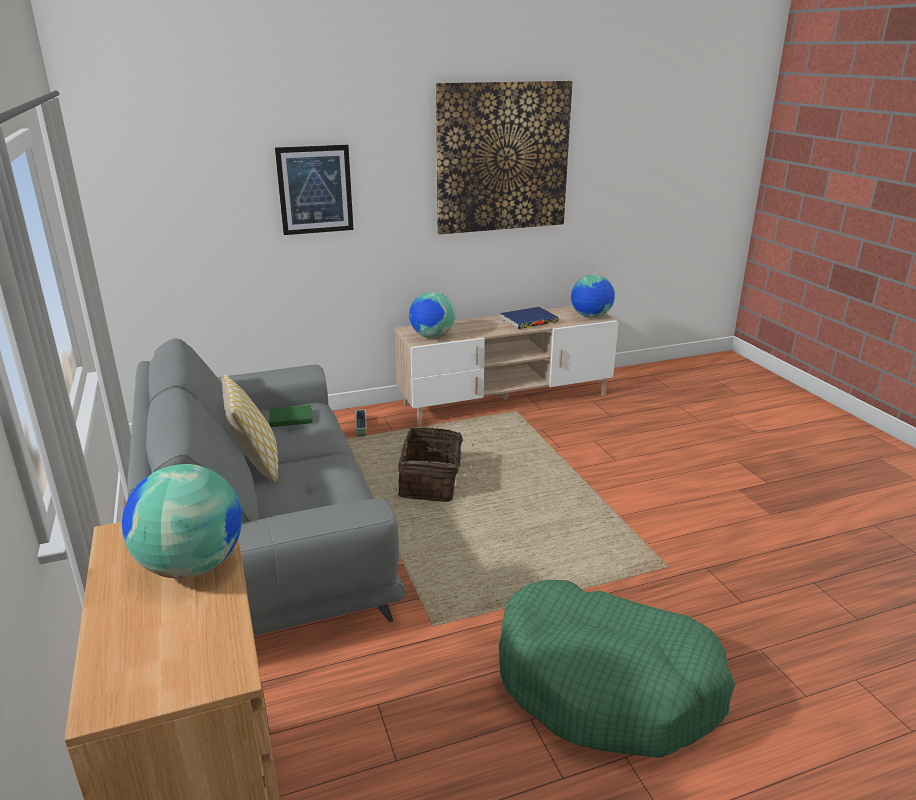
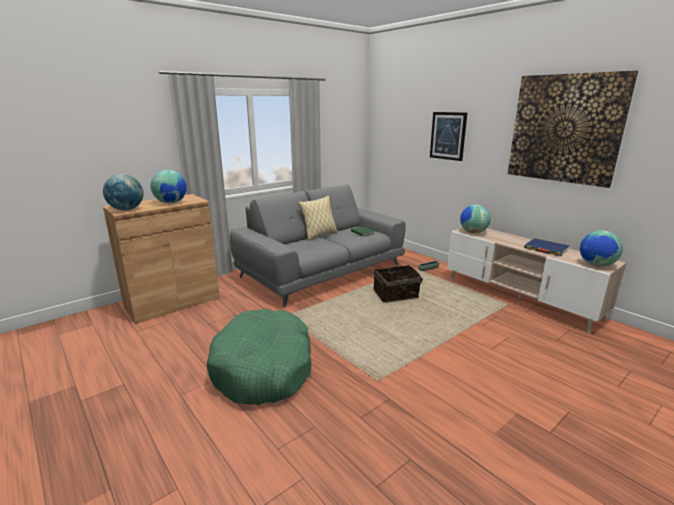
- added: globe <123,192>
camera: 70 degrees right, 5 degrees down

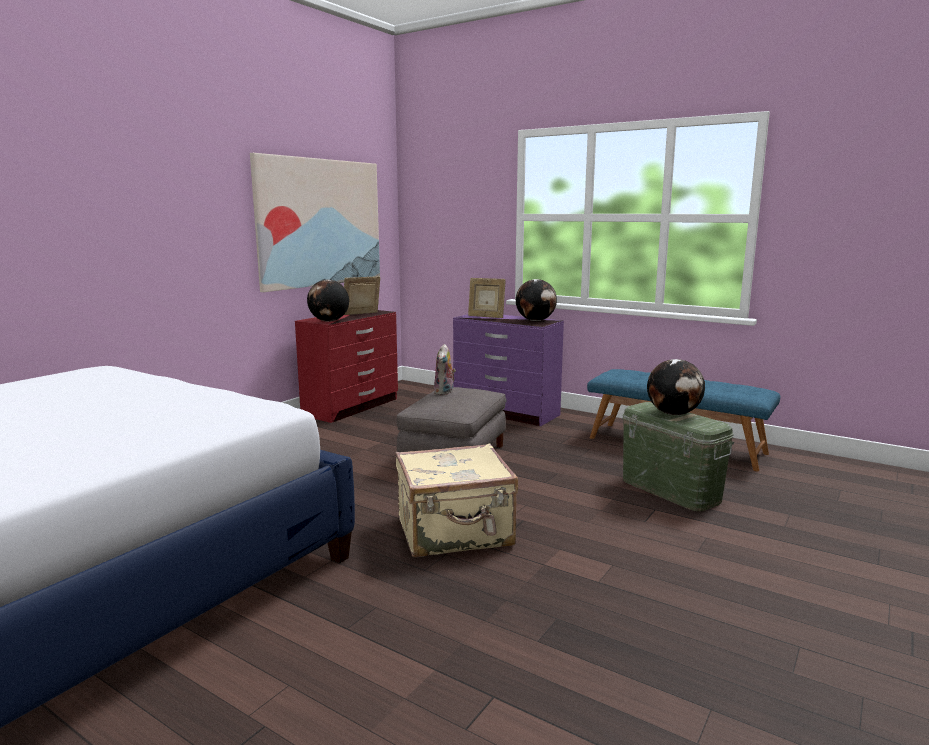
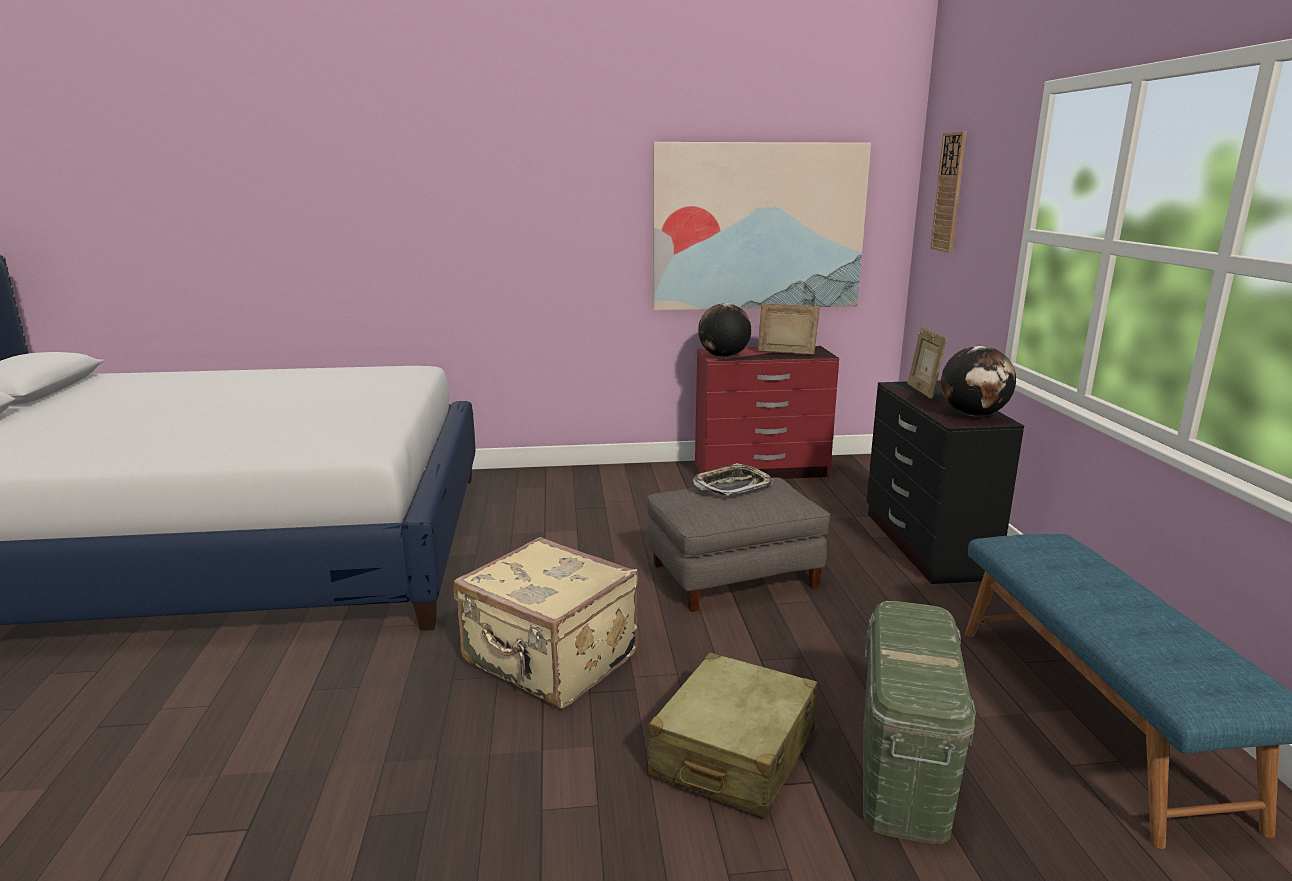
- added: beige suitcase <732,735>
- replaced: plush toy <445,370> to tray <733,479>
- recoloured: purple dresser <508,370> to black dresser <945,482>
- added: wall clock <948,192>
- removed: globe <676,387>
camera: 50 degrees right, 5 degrees up

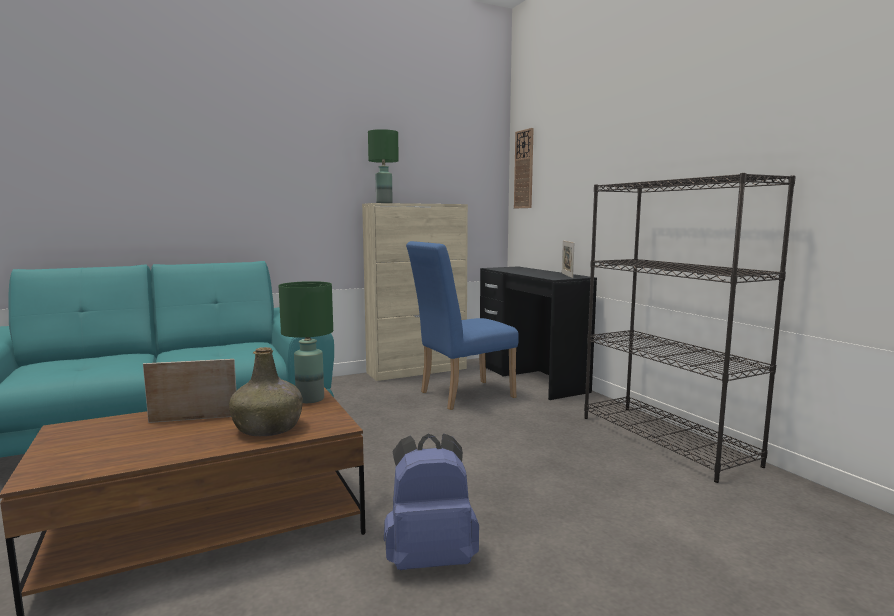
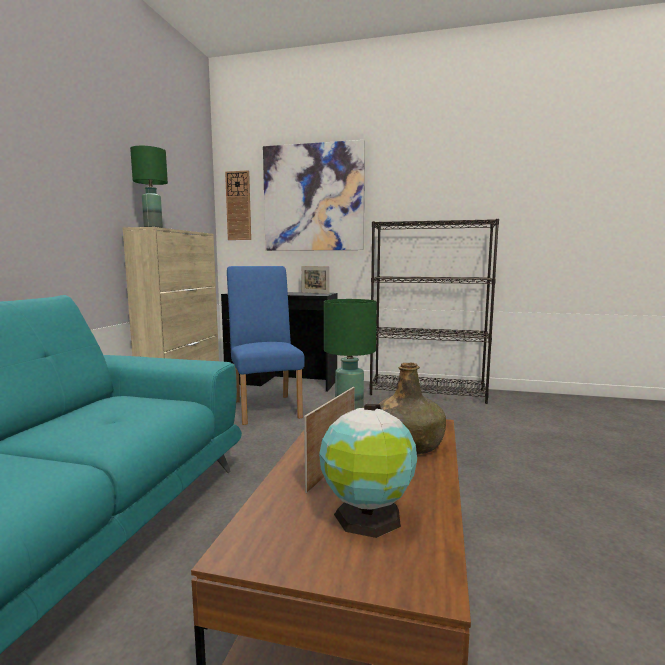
- turned: blue chair <462,325> = <266,345> 150 degrees clockwise
- added: picture <314,195>
- added: globe <368,471>
- removed: blue backpack <431,501>
camera: 50 degrees left, 0 degrees up

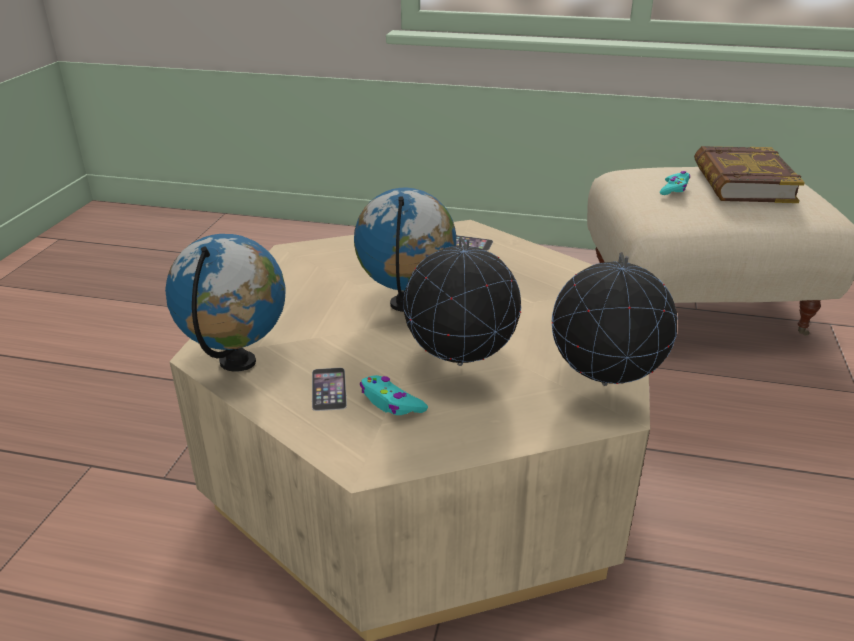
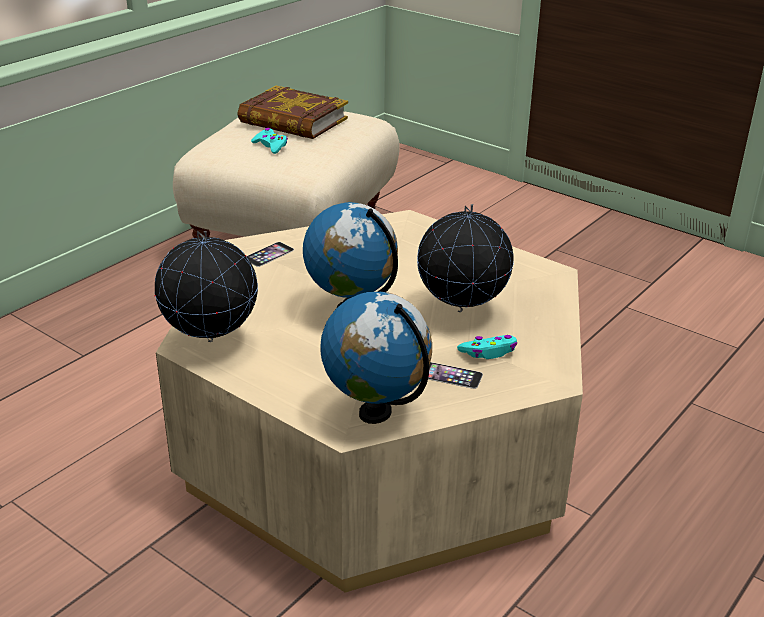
- moved: globe <615,319> to <206,286>
camera: 65 degrees left, 0 degrees up

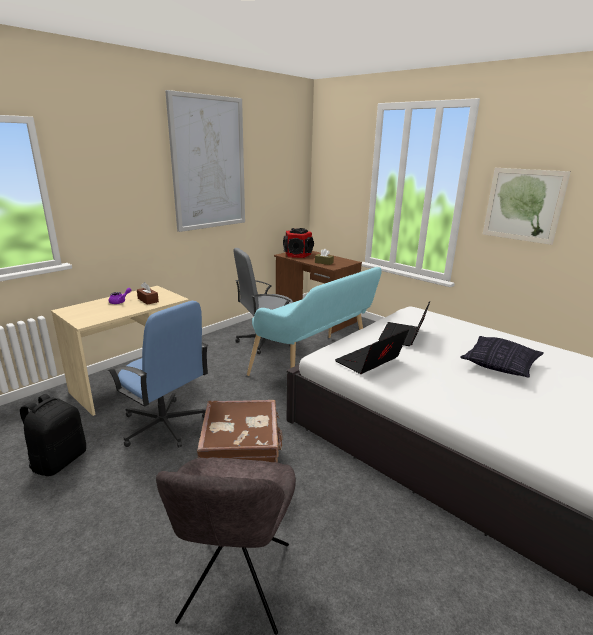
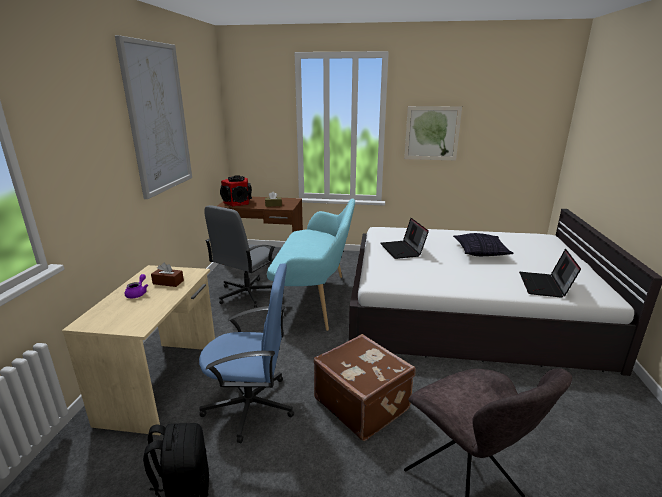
- moved: laptop <372,351> to <550,273>
camera: 35 degrees left, 0 degrees up

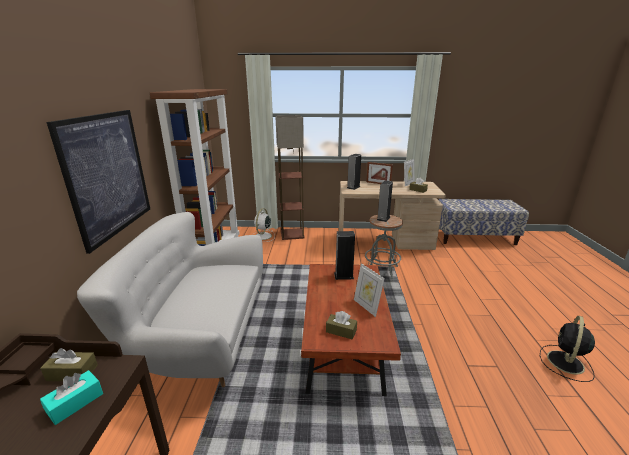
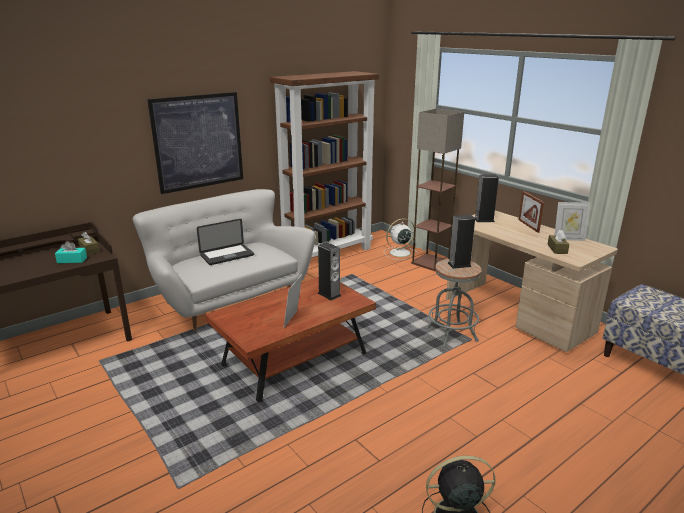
- added: laptop <225,242>
- removed: brown tissue box <341,325>
camera: 50 degrees right, 0 degrees up

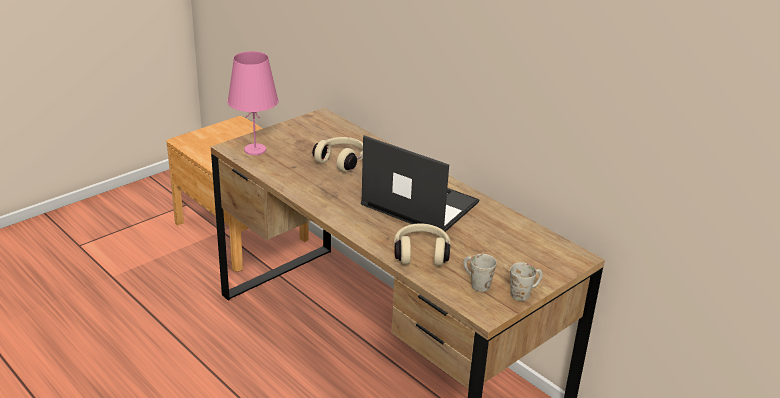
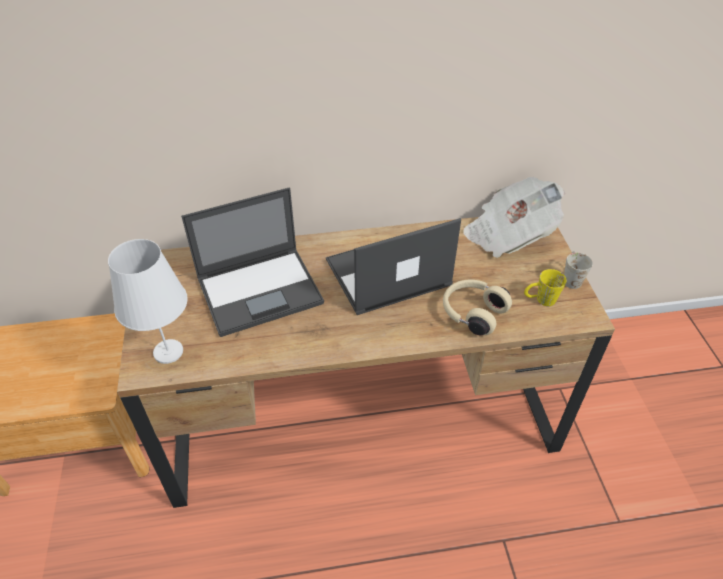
- recoloured: pink table lamp <253,103> to white table lamp <148,301>
- replaced: beige headphones <337,154> to laptop <252,262>
- added: newspaper <514,217>
- recoloured: white mug <480,273> to yellow mug <545,287>
camera: 55 degrees left, 15 degrees up

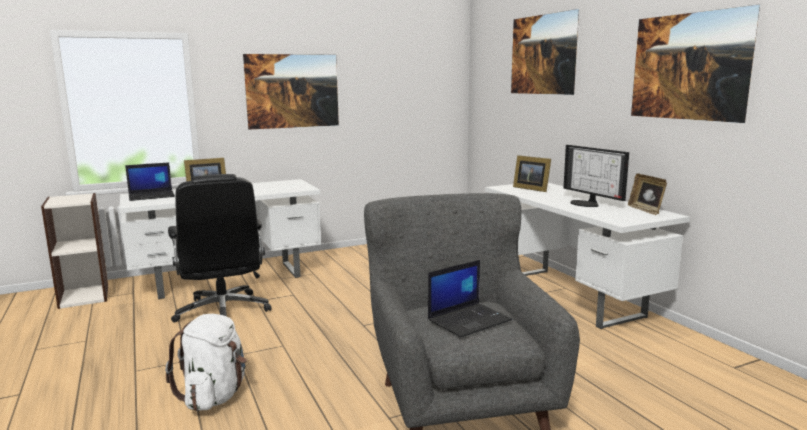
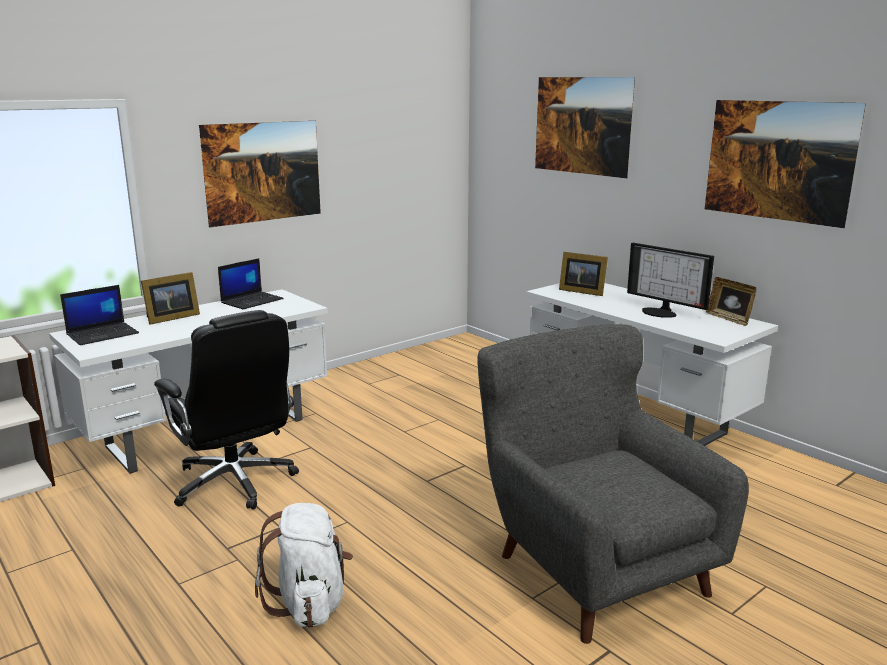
- moved: laptop <470,299> to <251,283>
camera: 15 degrees left, 5 degrees up

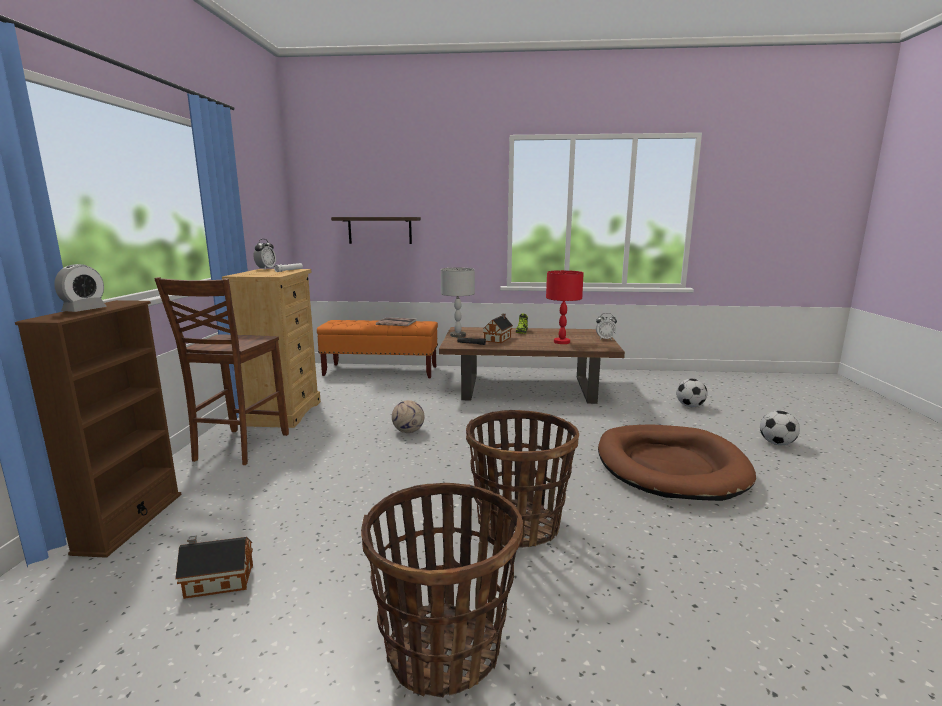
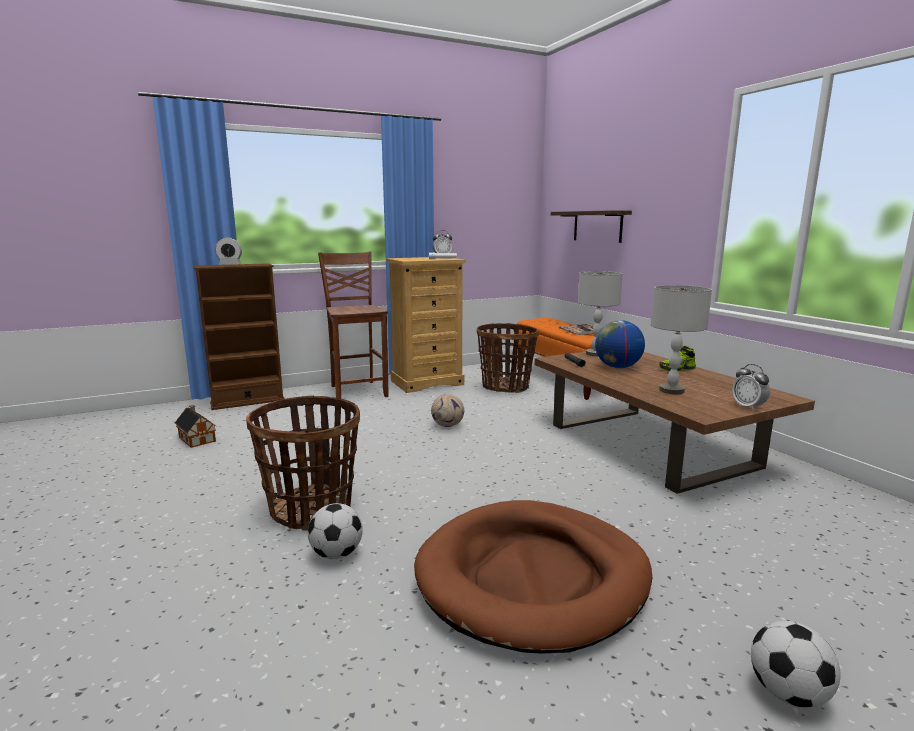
- moved: football <691,393> to <335,531>
- turned: brown chair <221,371> = <353,324> 90 degrees clockwise
- moved: basket <442,590> to <507,358>
- replaced: toy house <497,328> to globe <620,344>
- recoloured: red table lamp <565,307> to grey table lamp <681,339>
camera: 60 degrees right, 0 degrees up

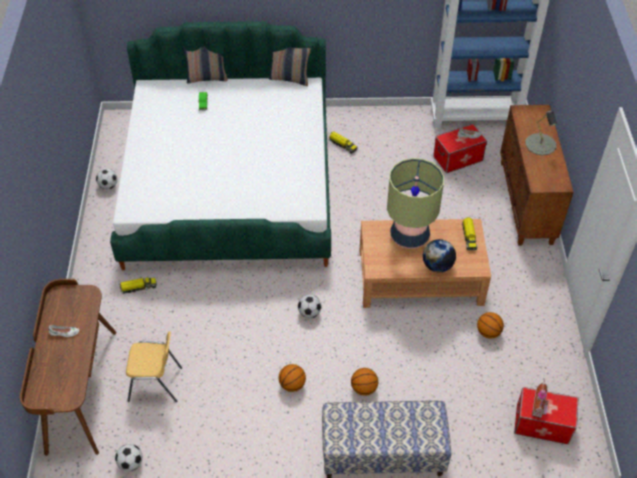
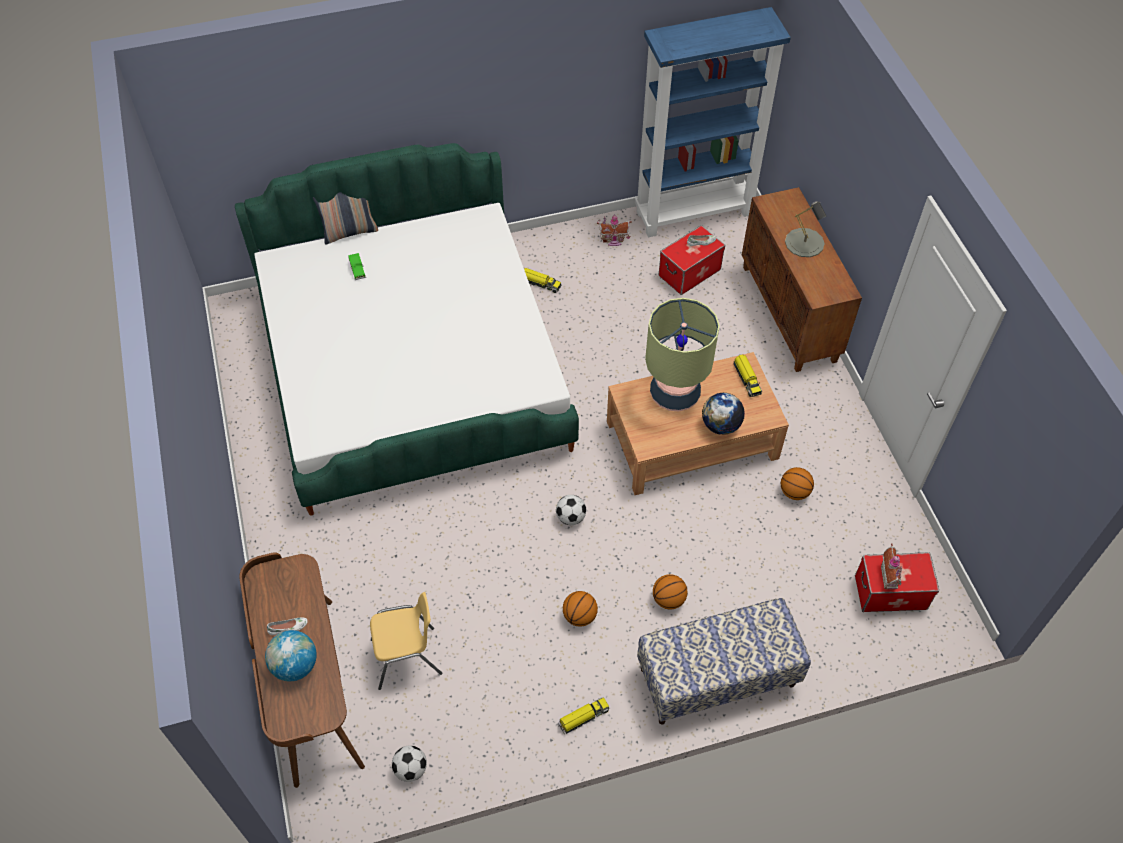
- added: globe <291,655>
- moved: toy truck <138,285> to <583,715>
- added: toy house <614,230>
- removed: football <106,179>
- removed: pillow <290,66>
camera: 15 degrees left, 5 degrees up

